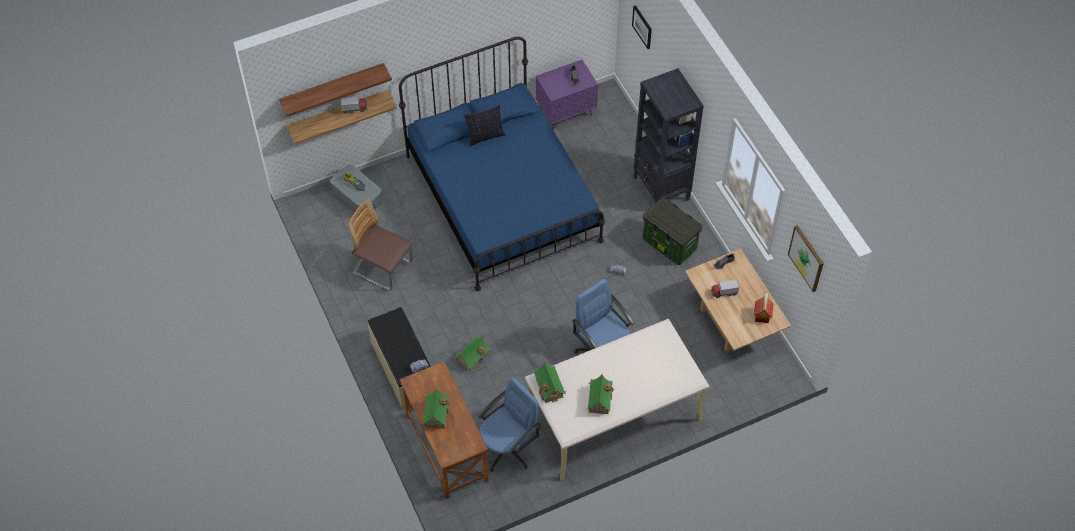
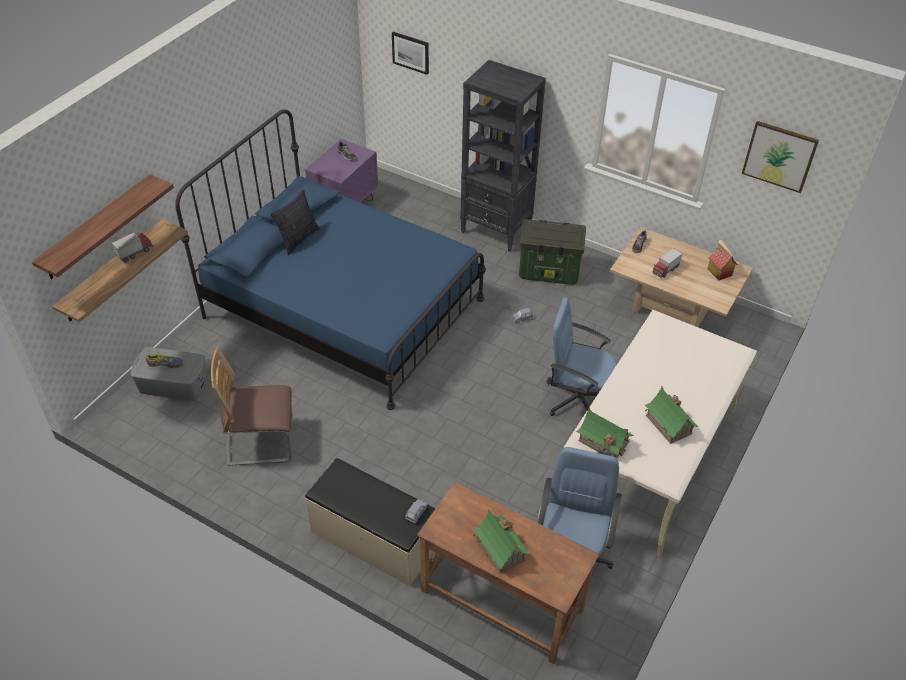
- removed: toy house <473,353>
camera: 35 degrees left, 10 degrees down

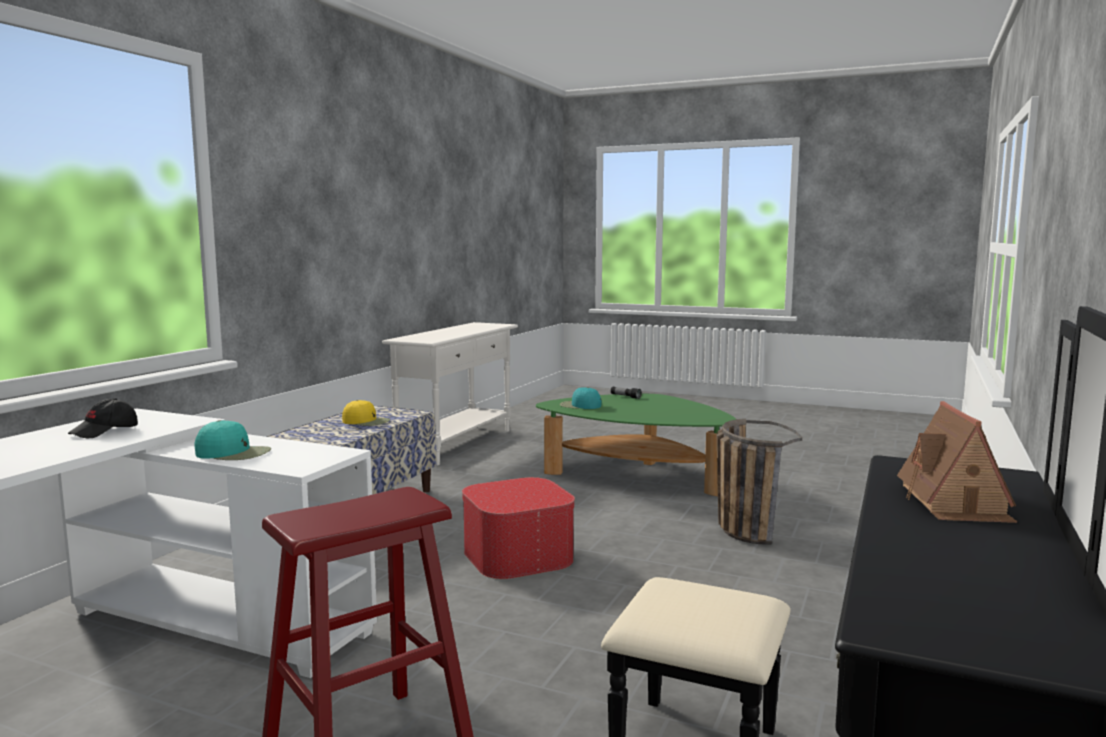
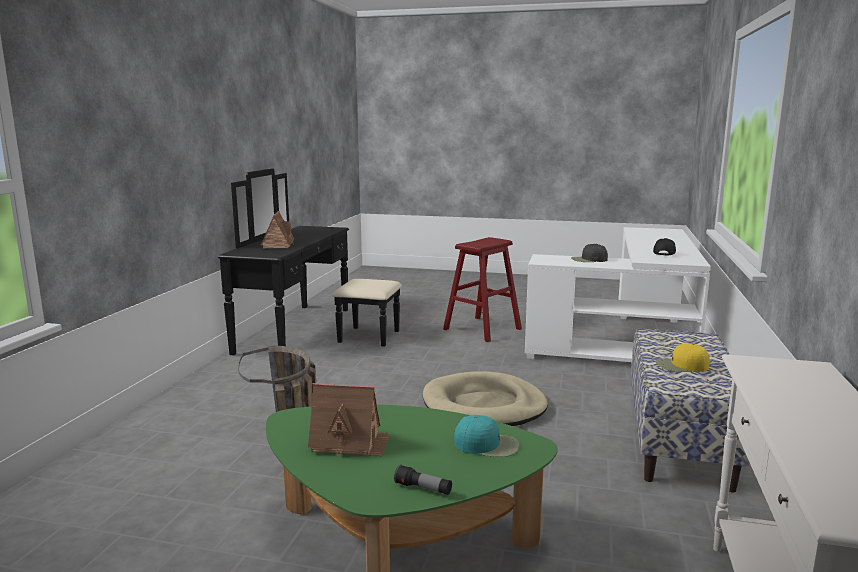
- added: toy house <349,420>
- replaced: ottoman <518,528> to beige dog bed <485,398>
- recoloured: turquoise cap <232,440> to black cap <589,253>
camera: 170 degrees right, 5 degrees up

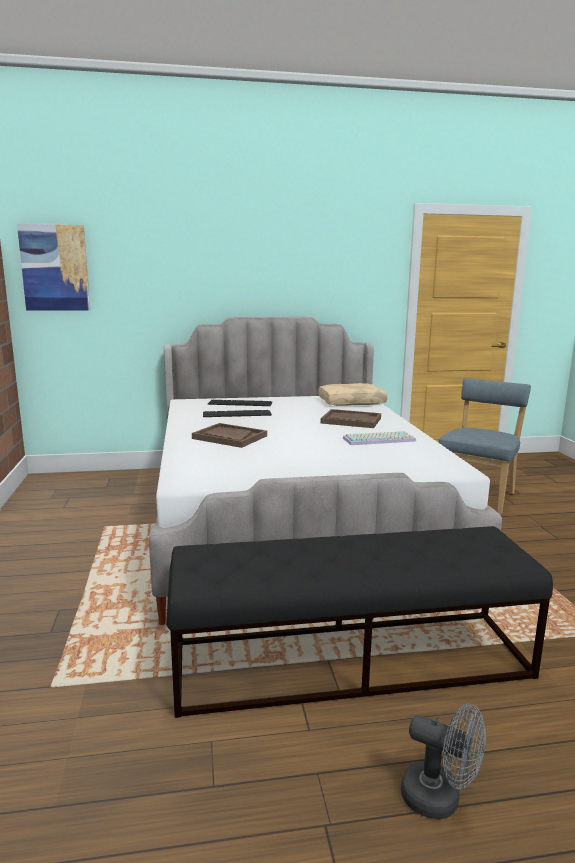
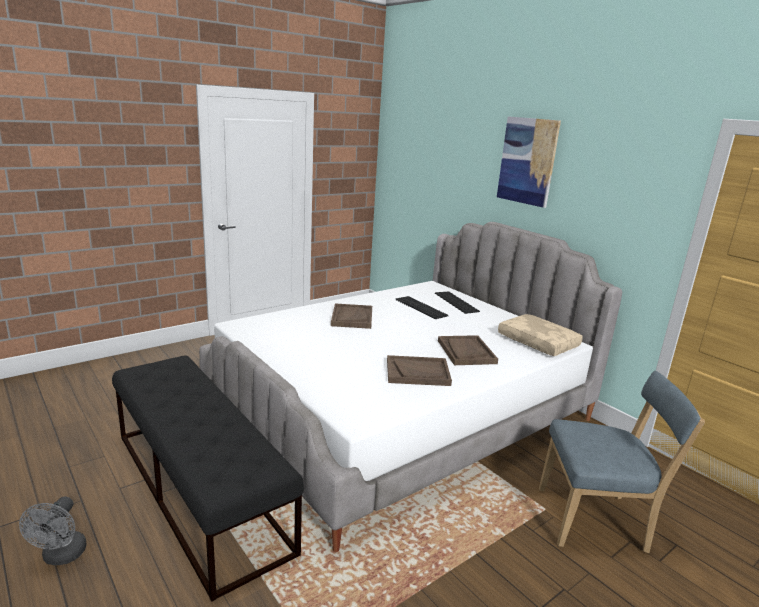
- replaced: keyboard <379,438> to brown tray <419,370>
- moved: picture <53,267> to <529,162>
camera: 60 degrees right, 5 degrees up

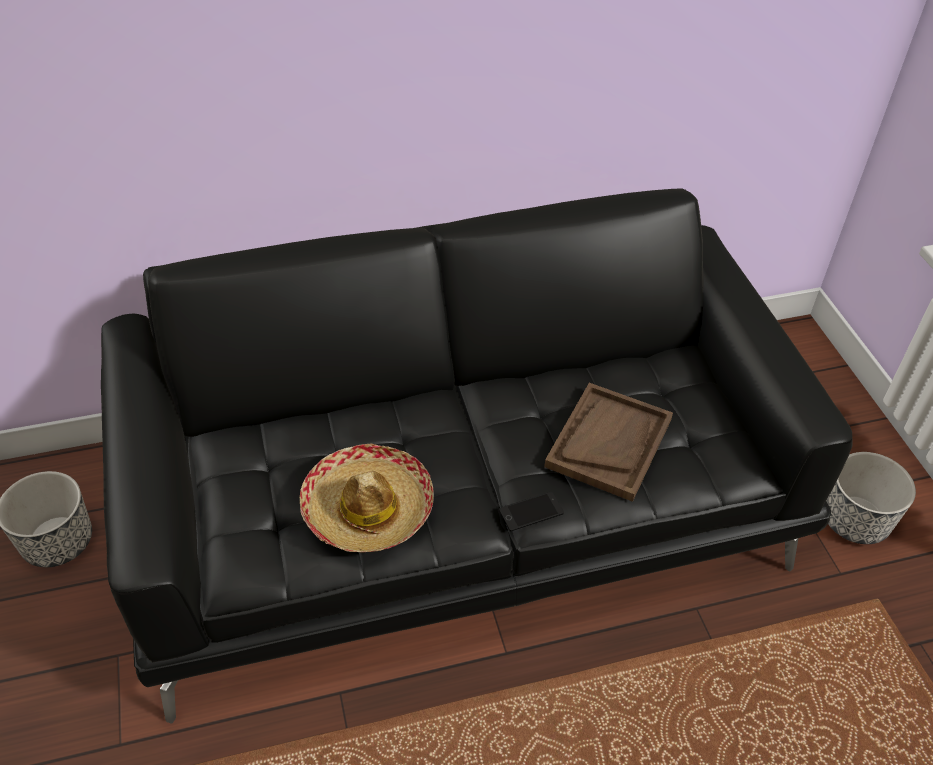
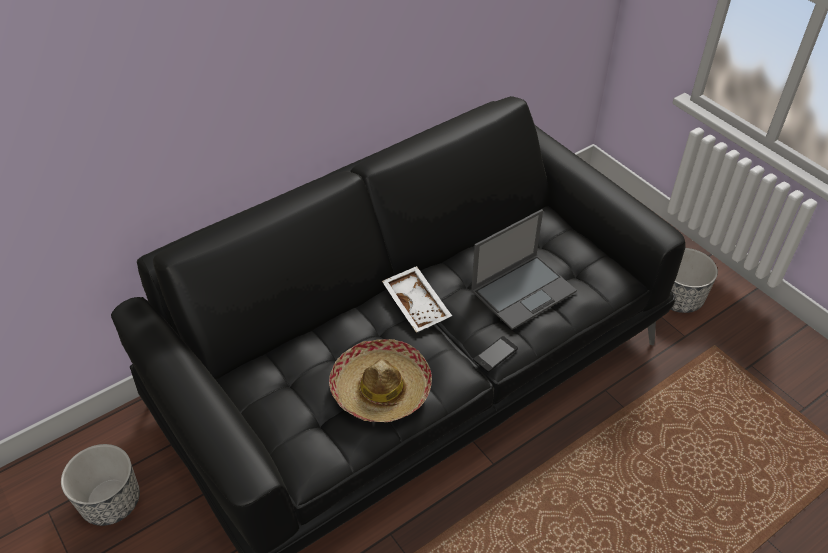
- added: white tray <417,299>
- replaced: brown tray <608,442> to laptop <524,269>
camera: 20 degrees left, 0 degrees up

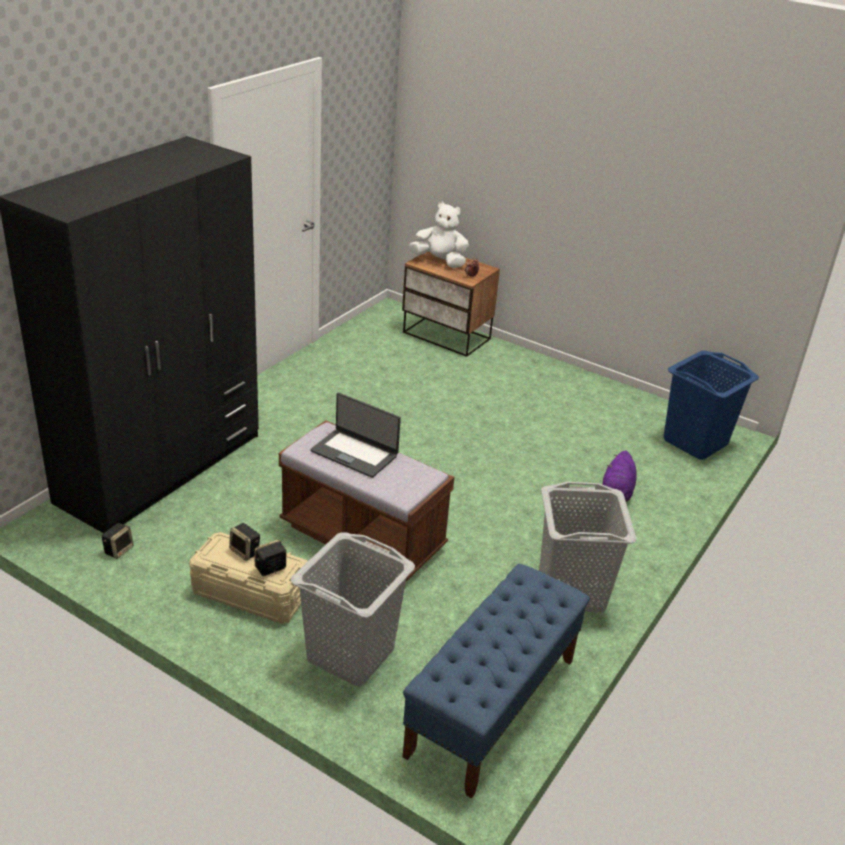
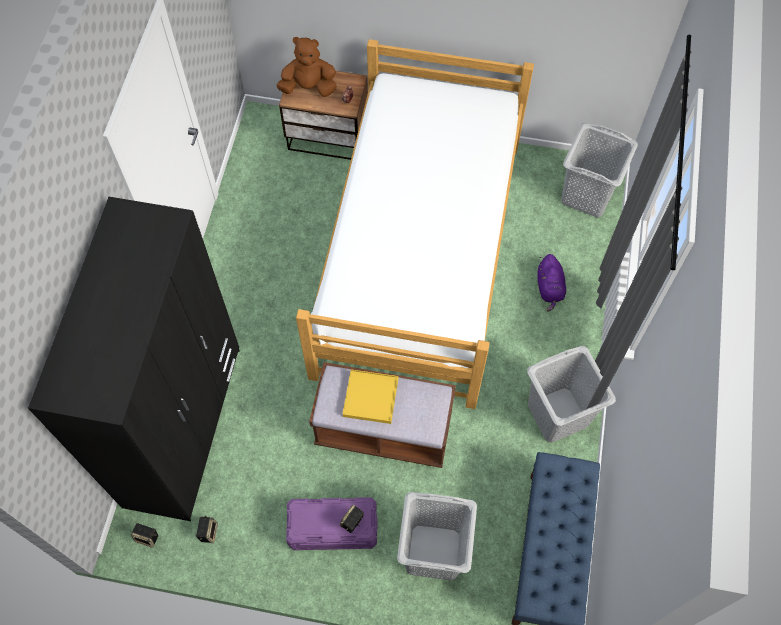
- moved: speaker <244,542> to <144,535>
- recoloured: white plush toy <439,234> to brown plush toy <306,67>
- recoloured: beige storage box <248,578> to purple storage box <332,523>
- added: bed <415,224>
- replaced: laptop <355,435> to yellow tray <370,396>
- recoloured: blue laundry basket <711,405> to grey laundry basket <599,170>
camera: 20 degrees left, 30 degrees up

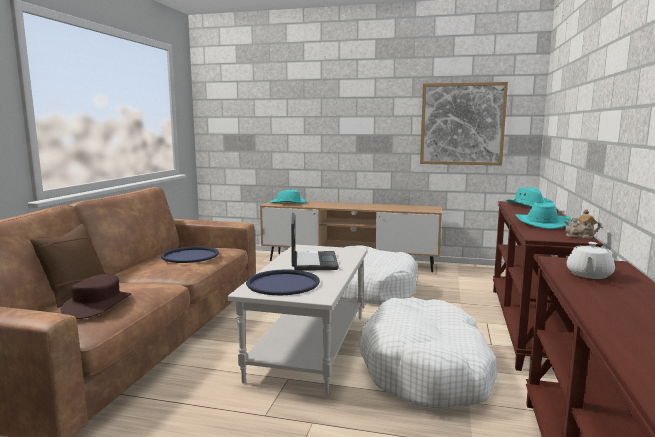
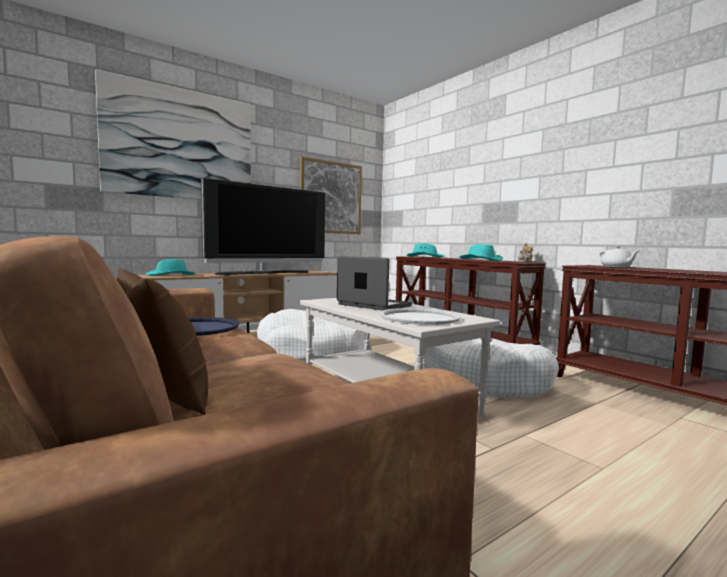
- added: picture <173,134>
- added: television <263,226>
- recoloured: blue tray <283,282> to white tray <420,316>
- removed: brown hat <96,296>
camera: 50 degrees left, 5 degrees down

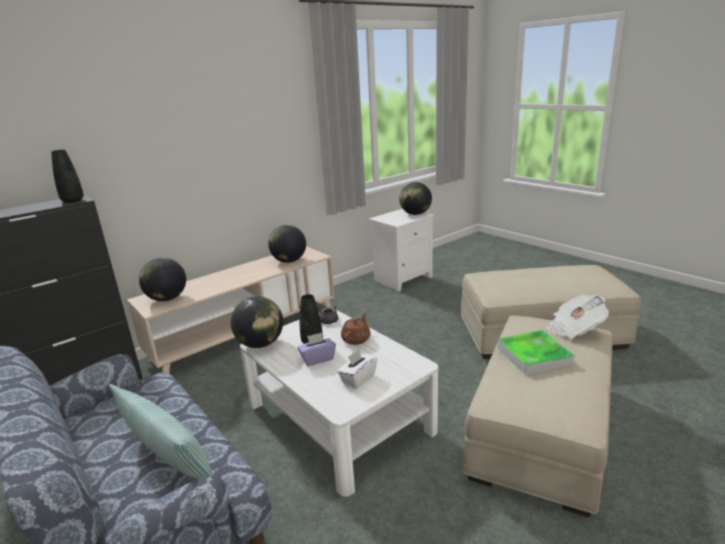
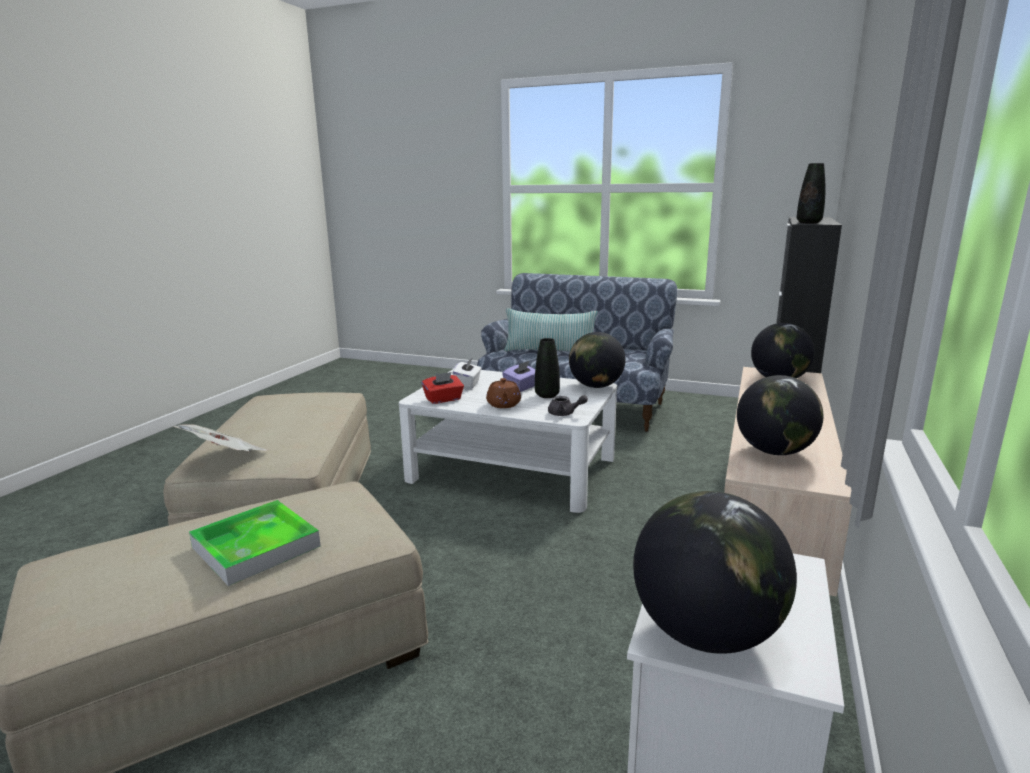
- moved: tray <536,352> to <255,543>
- added: red tissue box <443,388>
camera: 150 degrees right, 5 degrees down

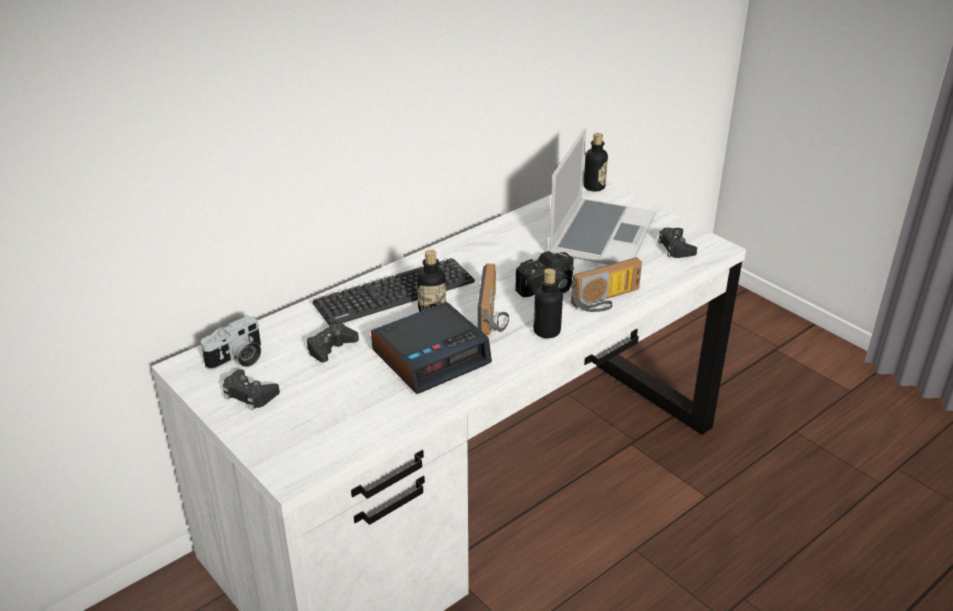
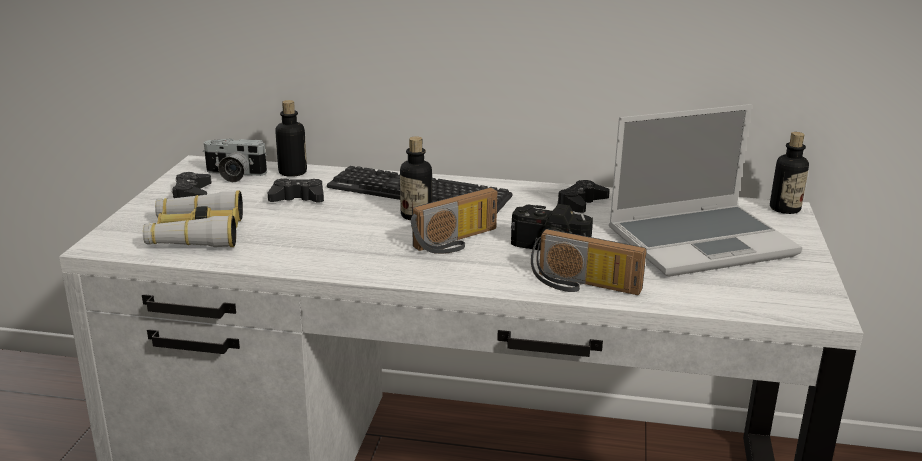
- added: binoculars <193,218>
- moved: bottle <548,303> to <291,138>
- moved: black game controller <677,242> to <583,196>
- removed: alarm clock <431,348>
camera: 50 degrees right, 10 degrees down

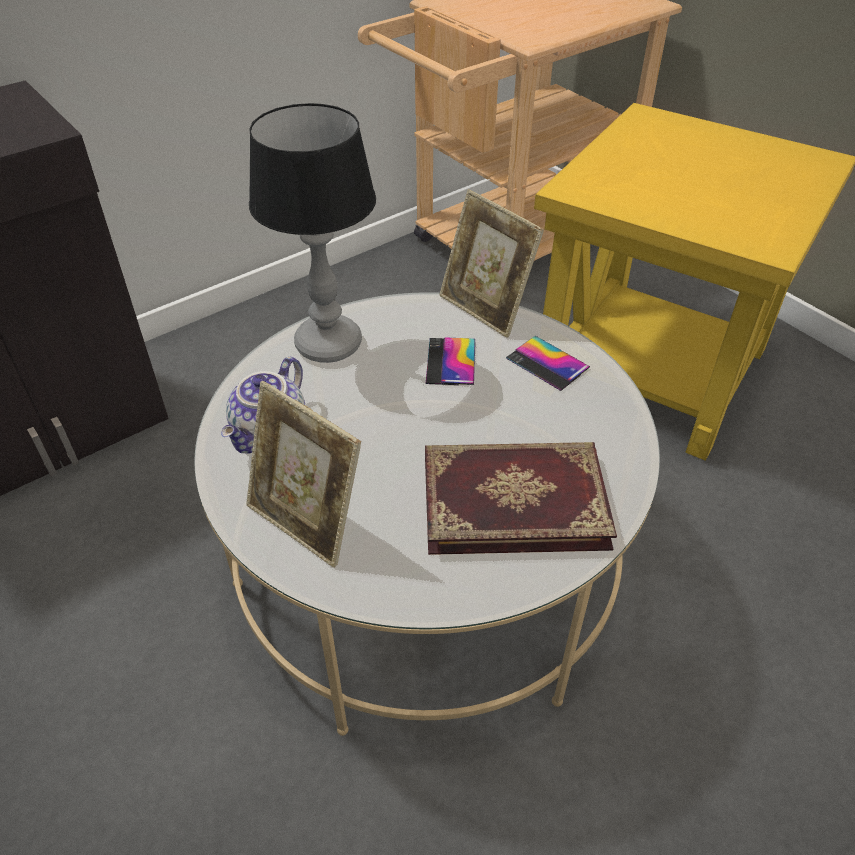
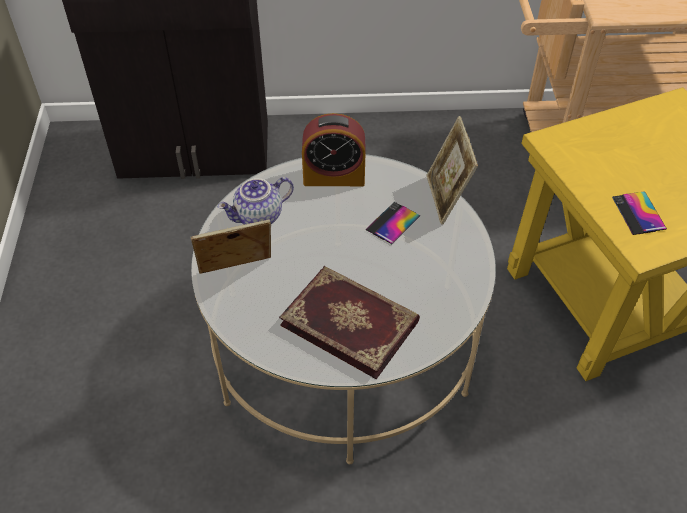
- turned: picture frame <303,474> = <231,246> 90 degrees clockwise
- replaced: table lamp <312,233> to alarm clock <333,149>
- moved: phone <548,363> to <639,213>
camera: 35 degrees right, 5 degrees up

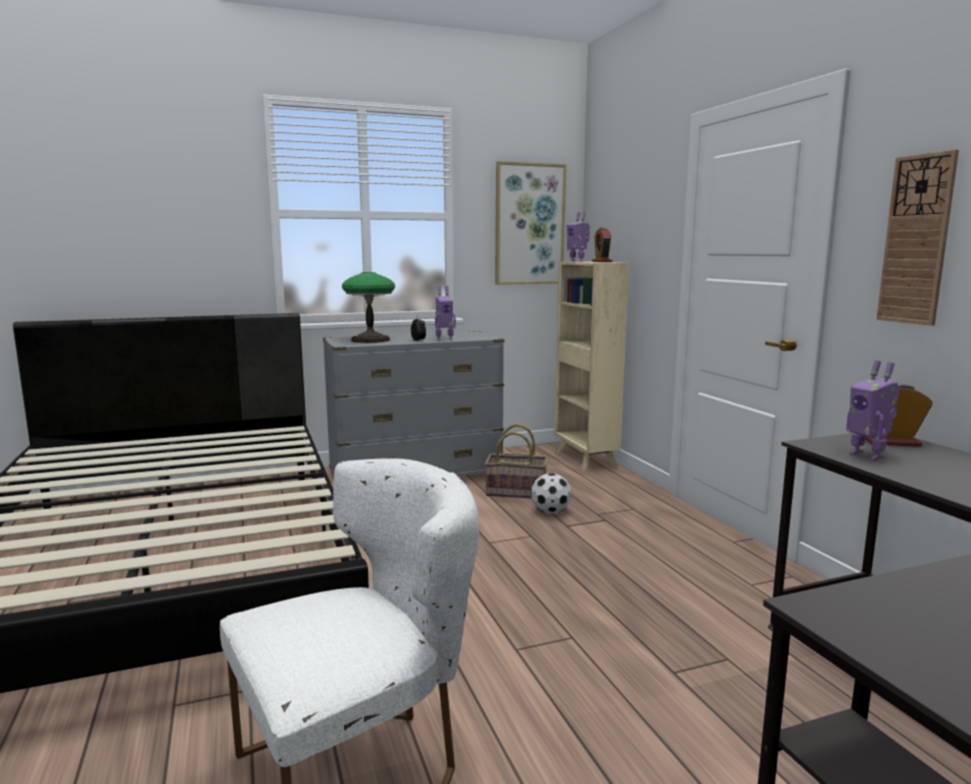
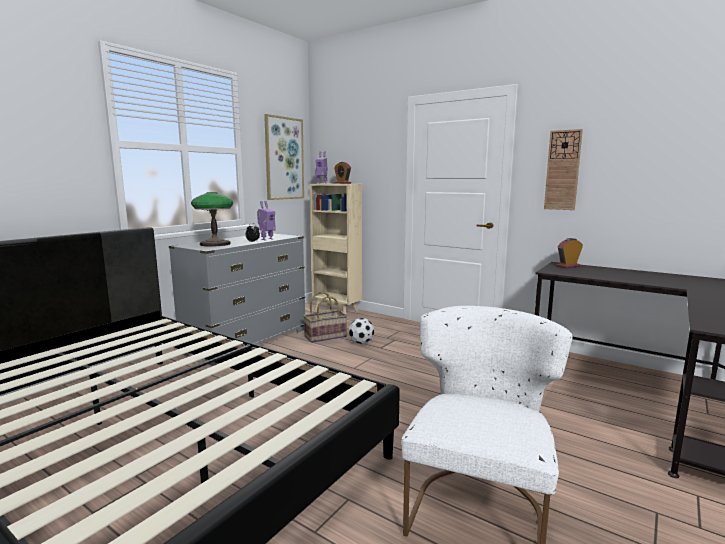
- removed: toy robot <873,410>
camera: 35 degrees left, 0 degrees up

